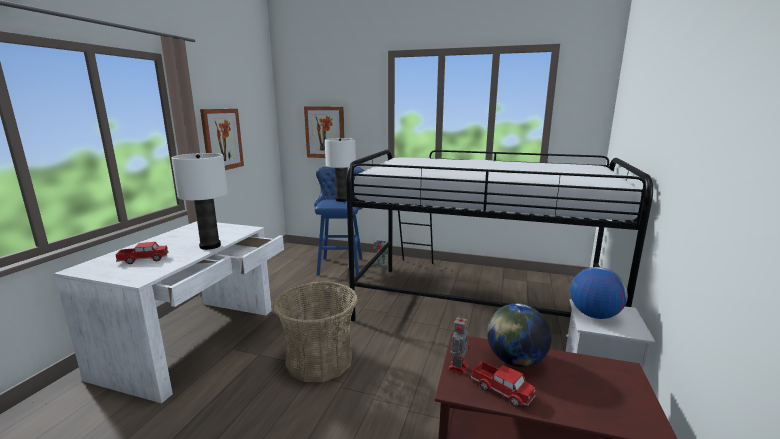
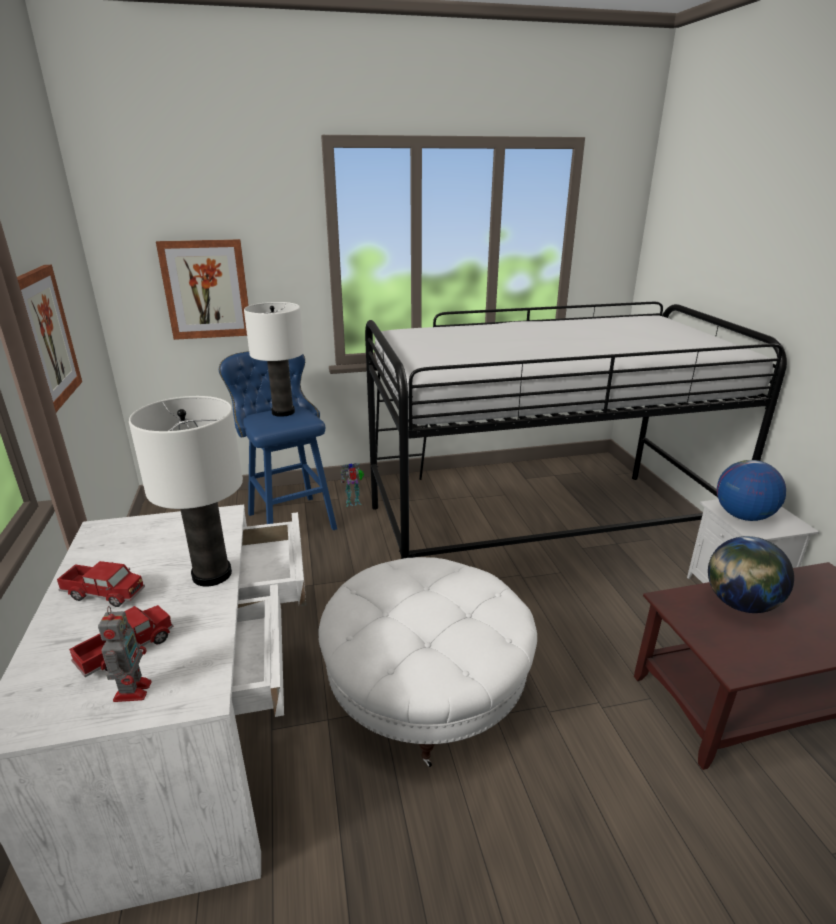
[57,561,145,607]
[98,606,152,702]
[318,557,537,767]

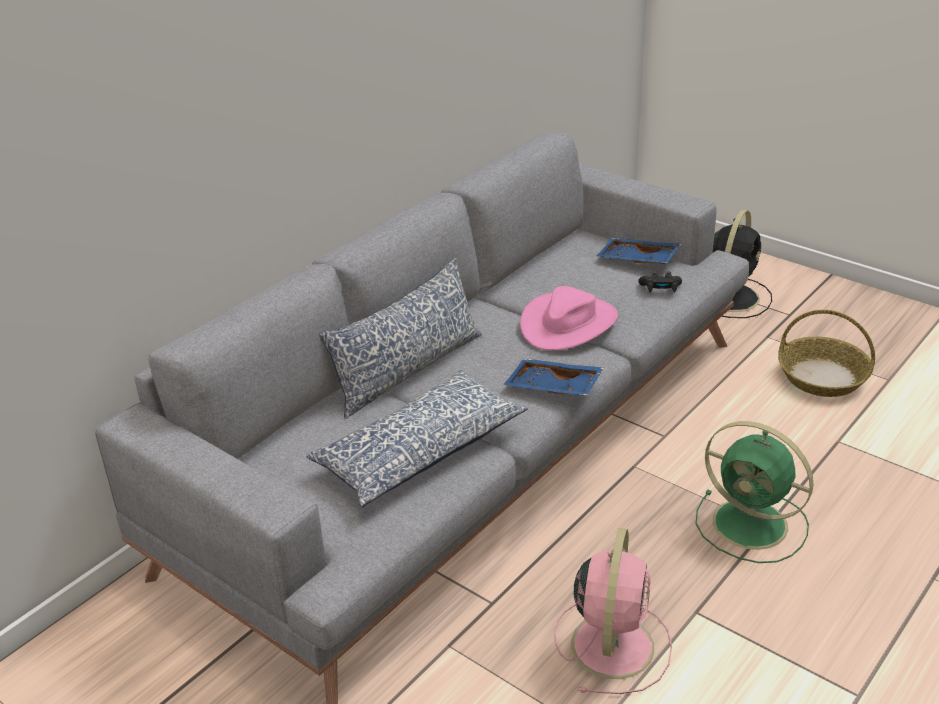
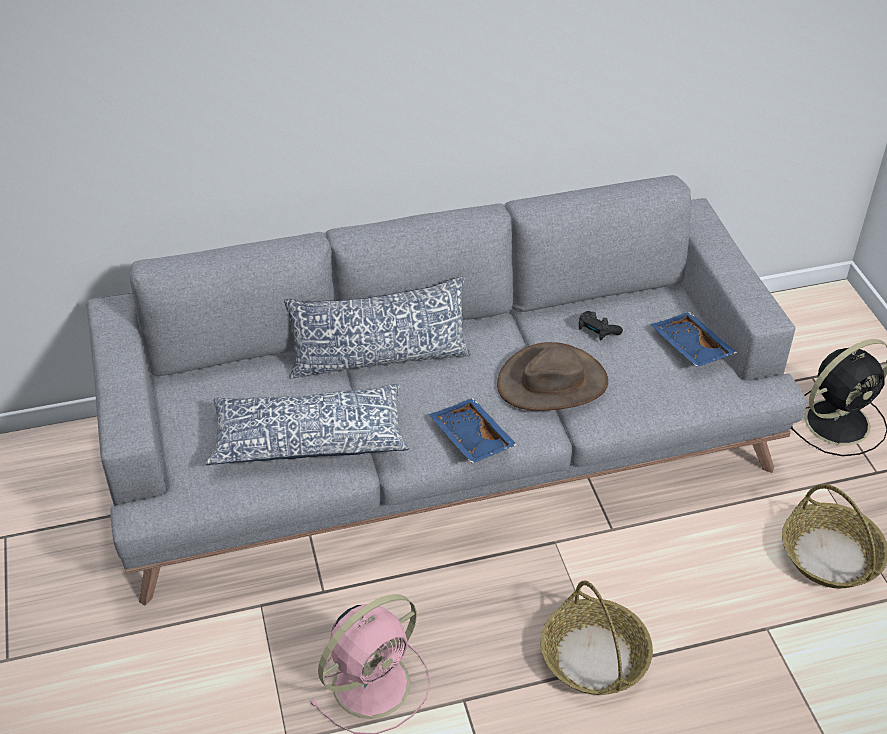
[497,342,608,411]
[541,581,653,695]
[579,311,623,340]

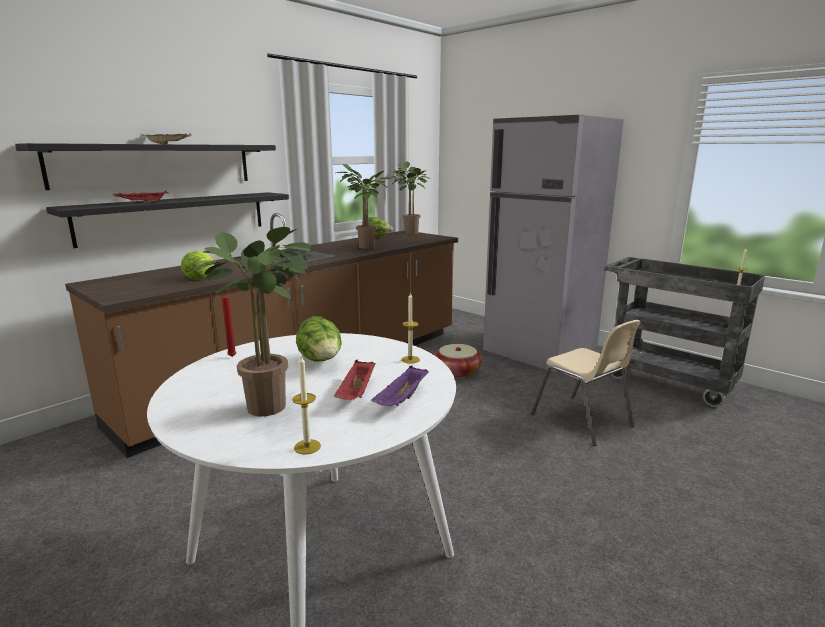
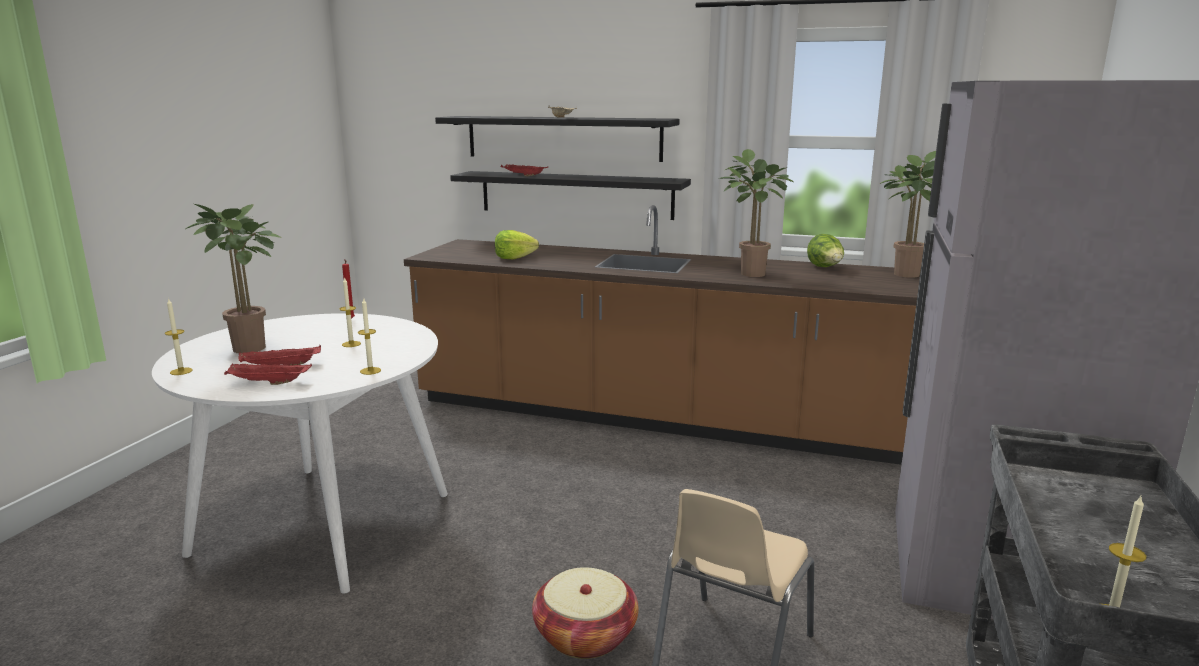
[224,363,312,385]
[340,277,361,347]
[532,567,639,659]

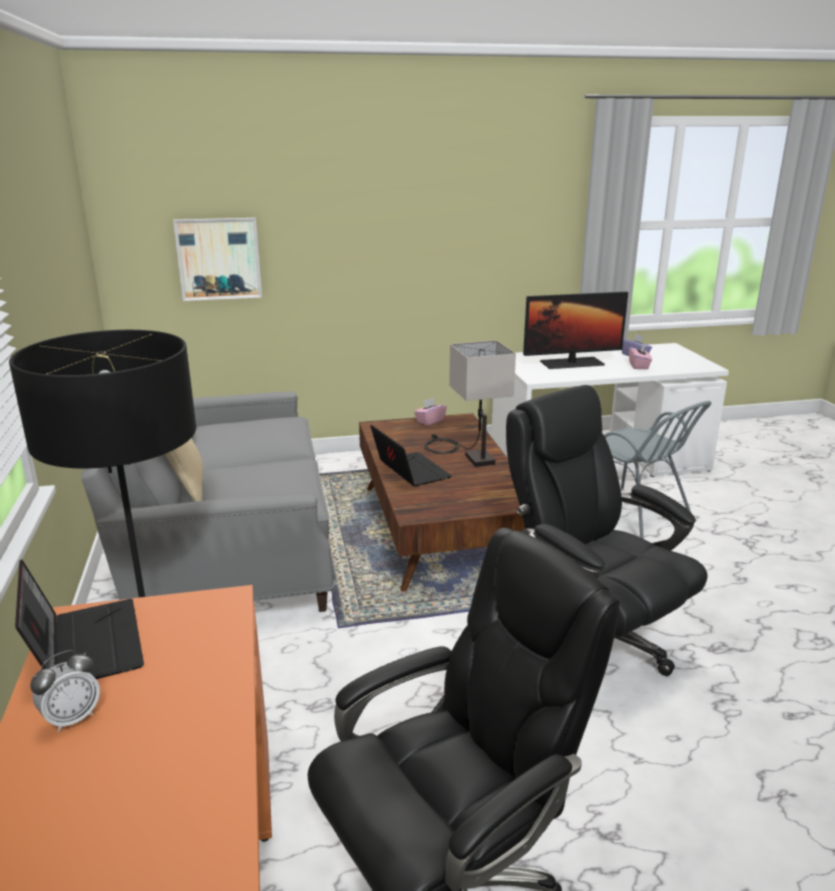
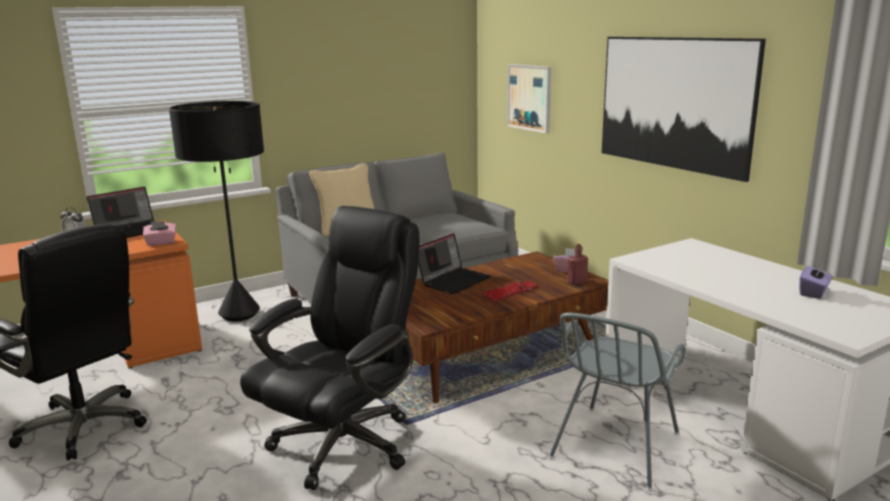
[143,221,176,246]
[481,280,539,302]
[567,244,588,285]
[602,37,766,182]
[523,292,628,369] (first image)

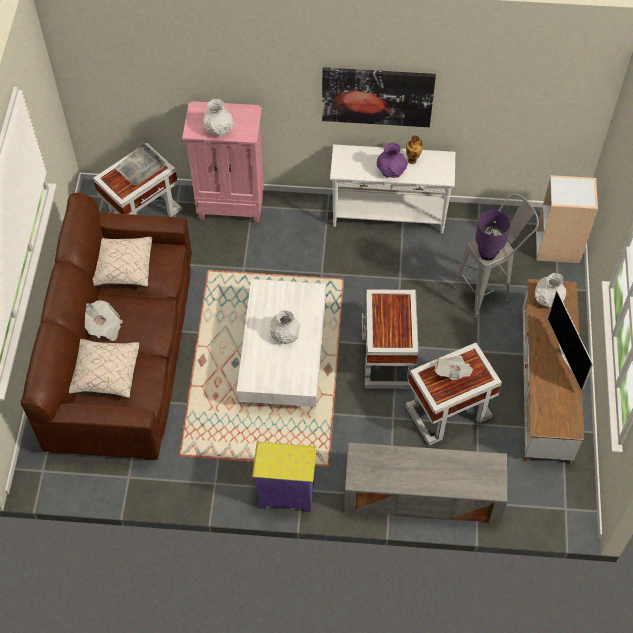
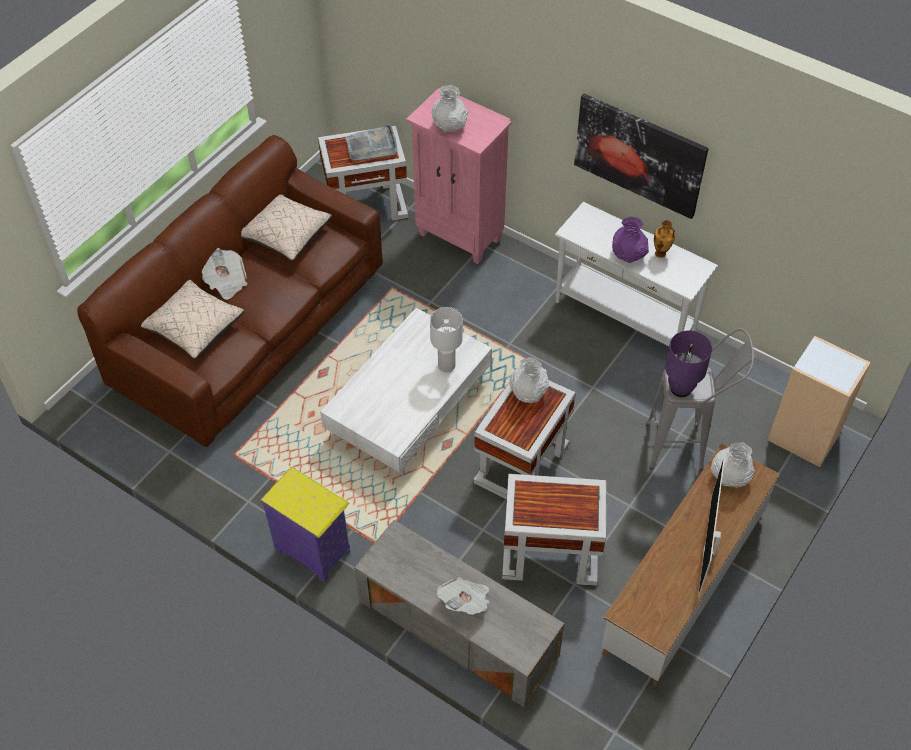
[430,307,463,372]
[437,577,489,615]
[509,357,549,403]

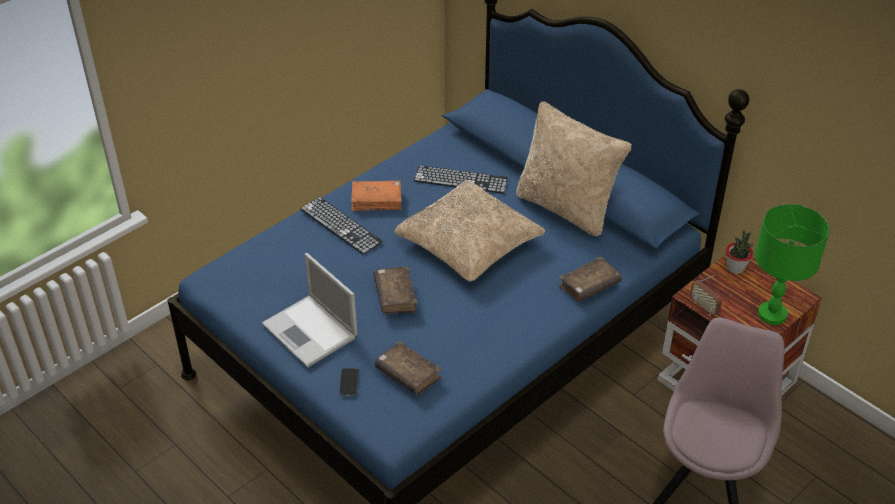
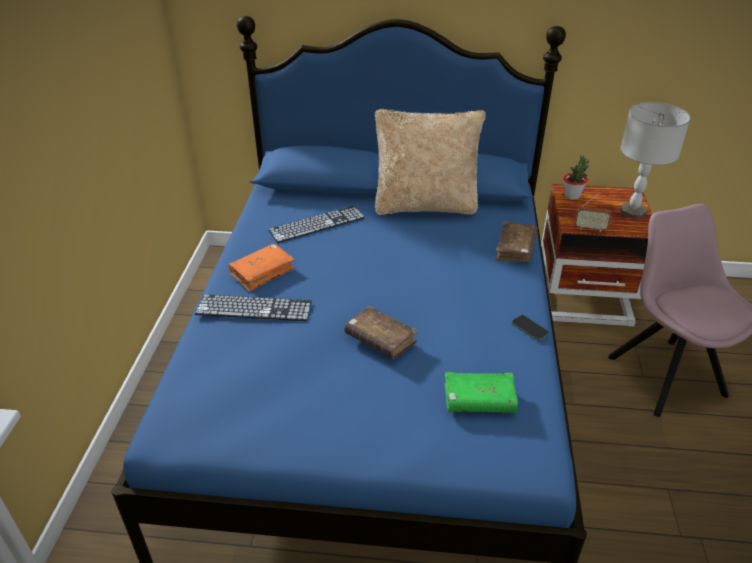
[444,372,518,413]
[511,315,550,341]
[620,102,690,219]
[262,253,357,367] (first image)
[394,180,545,281] (first image)

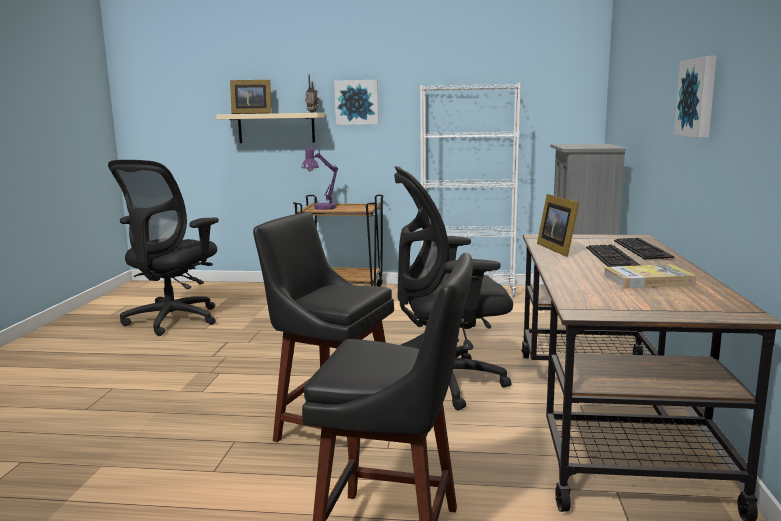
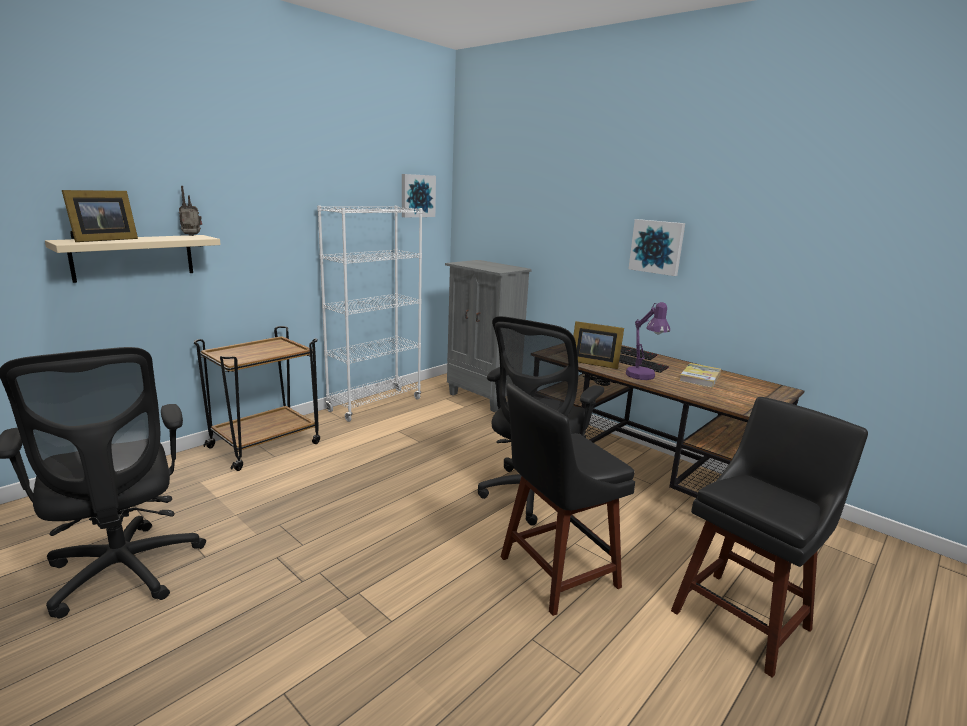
[402,174,436,217]
[626,302,670,380]

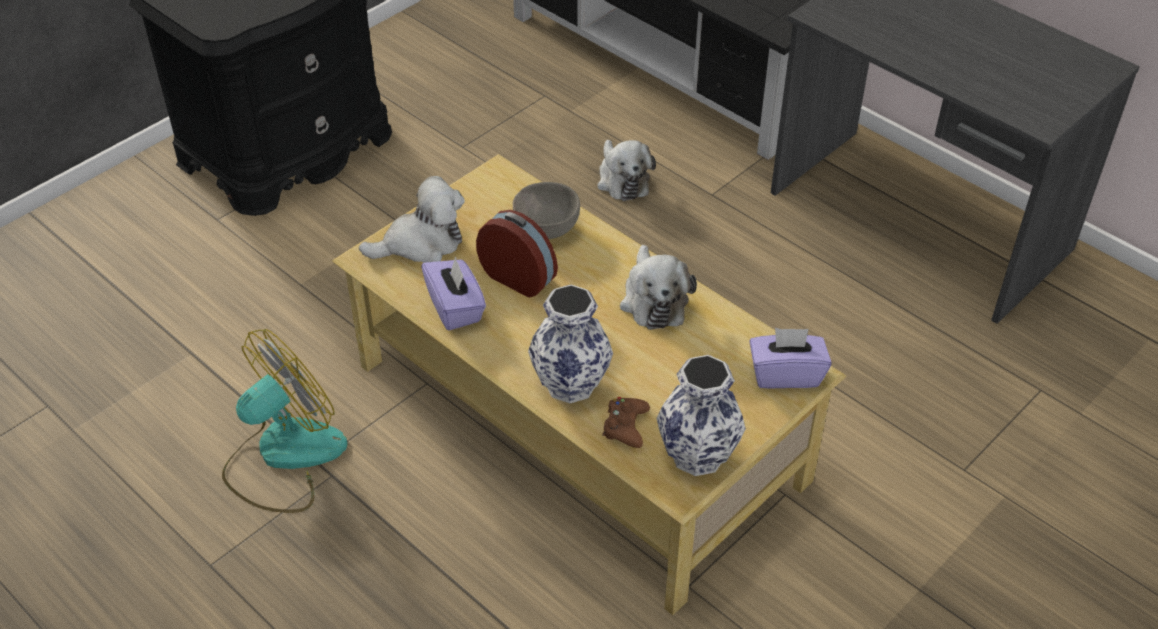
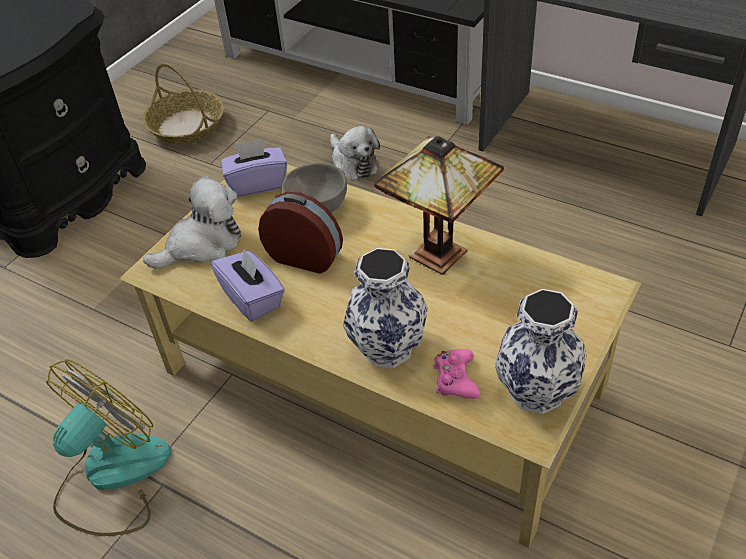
[142,63,224,144]
[221,139,287,197]
[374,136,504,275]
[433,349,480,399]

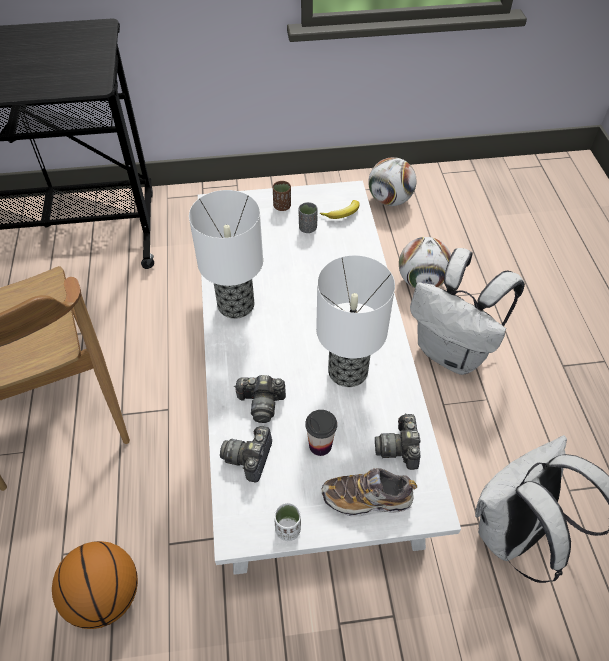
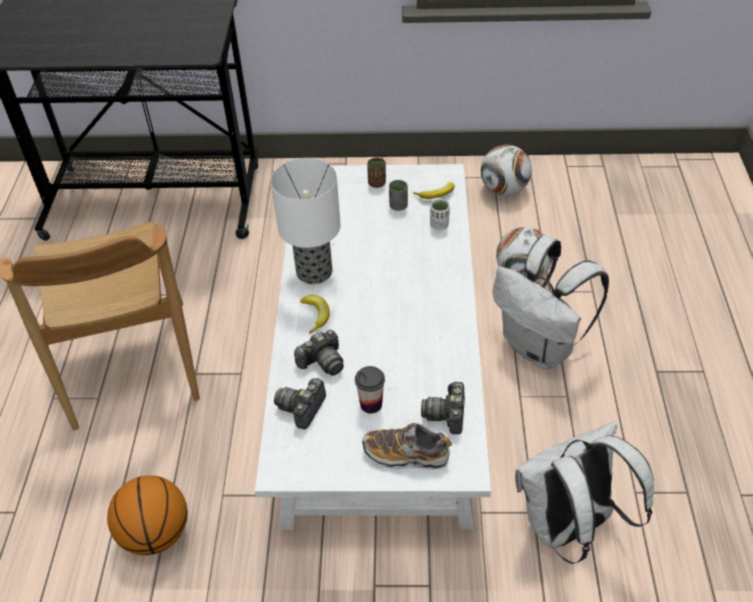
[294,330,344,376]
[300,295,330,334]
[430,199,450,230]
[316,255,395,387] (first image)

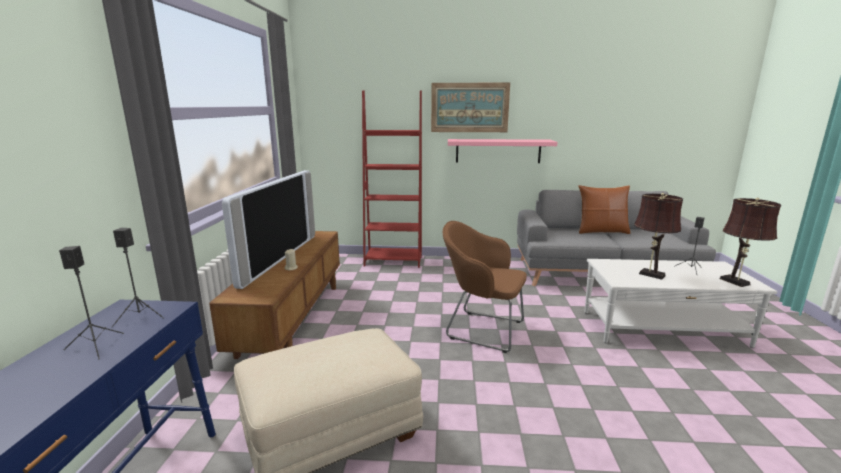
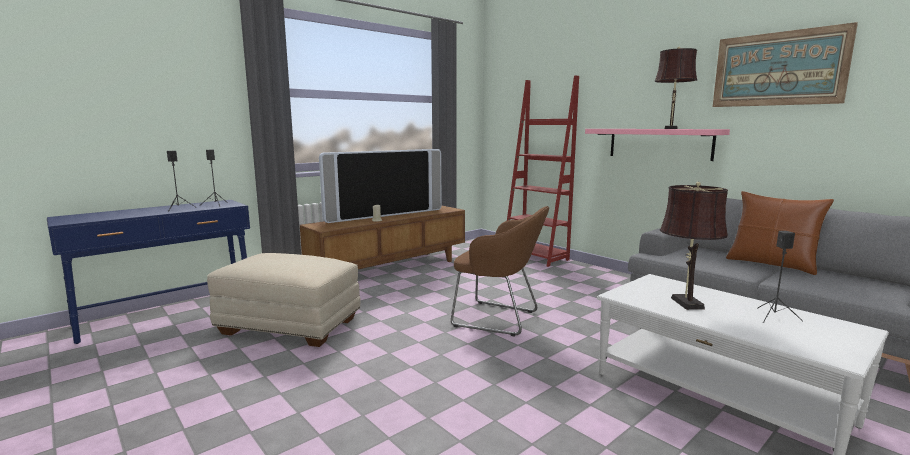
[451,206,549,336]
[654,47,697,129]
[713,22,858,107]

